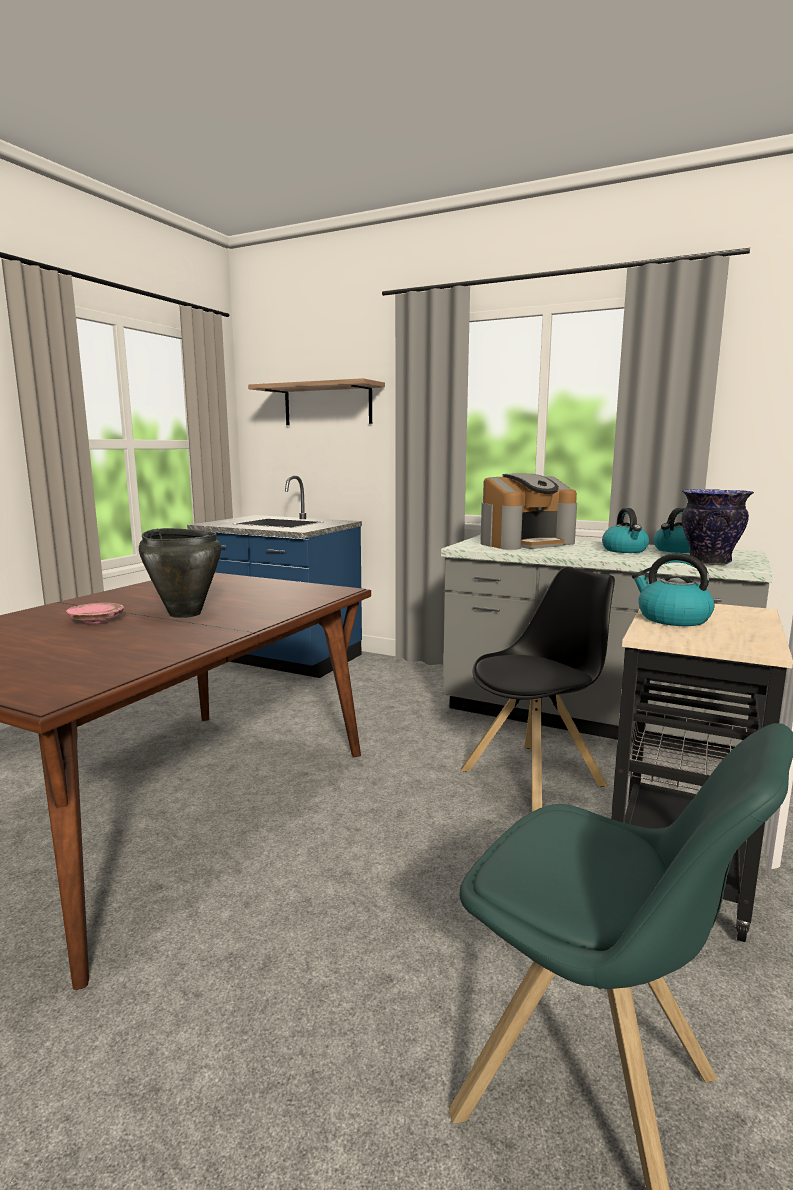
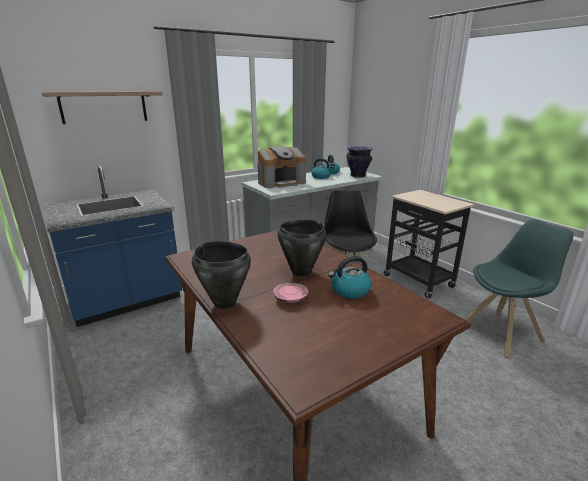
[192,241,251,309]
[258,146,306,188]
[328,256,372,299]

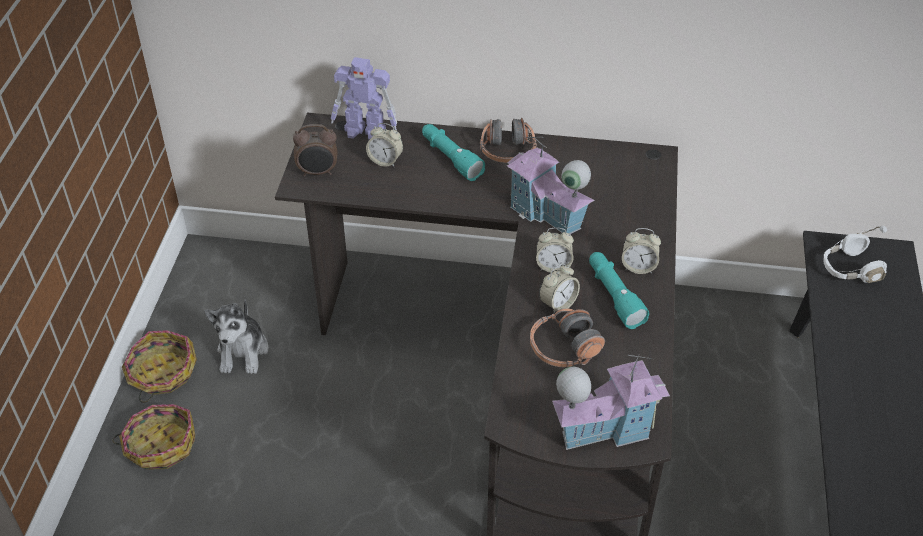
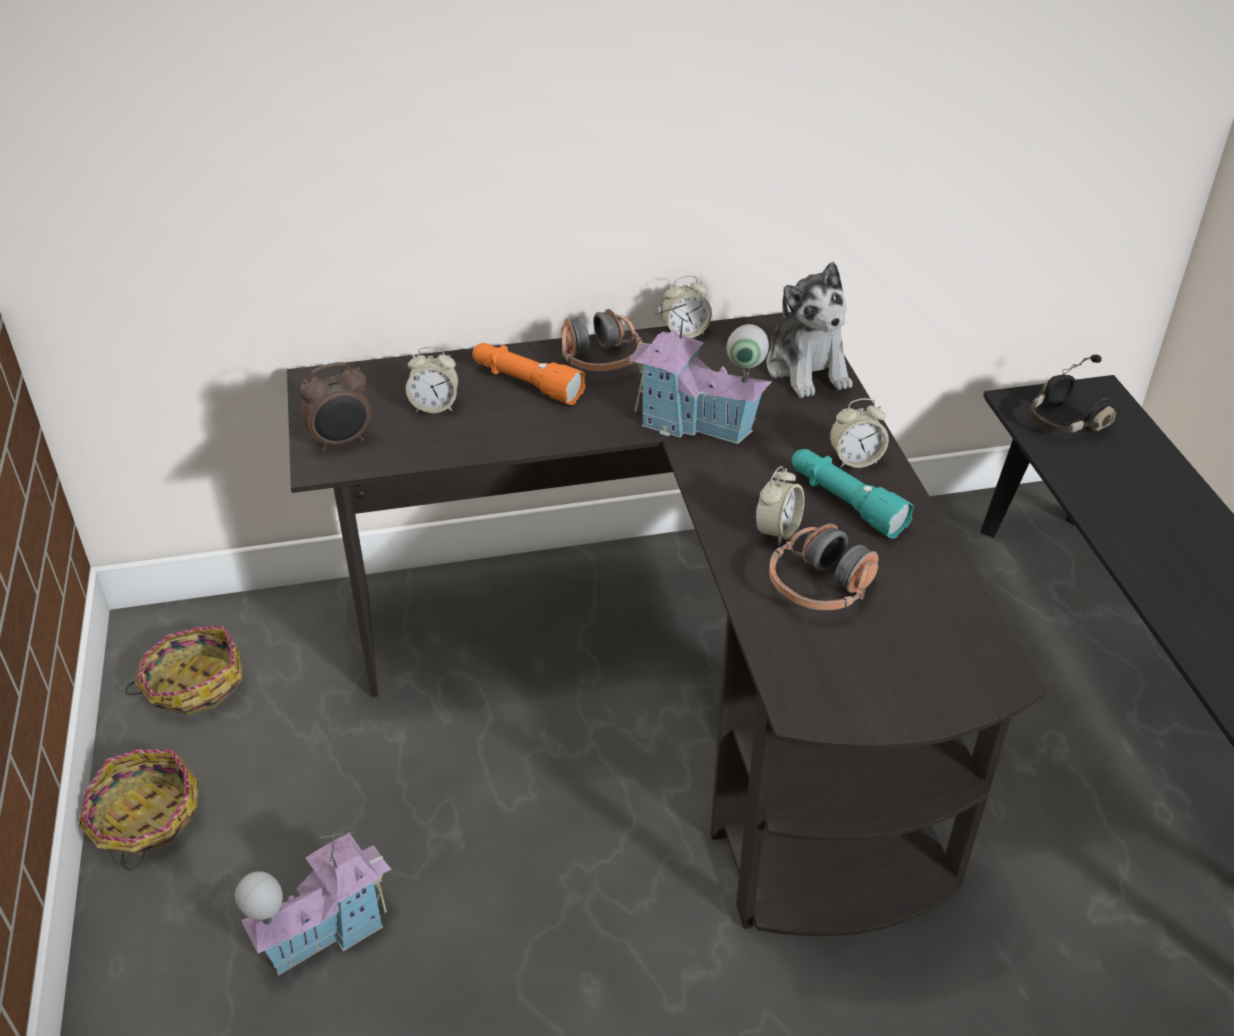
[125,626,243,715]
[235,832,392,976]
[472,343,585,405]
[661,275,712,338]
[766,262,853,398]
[1030,355,1116,433]
[331,57,397,141] (first image)

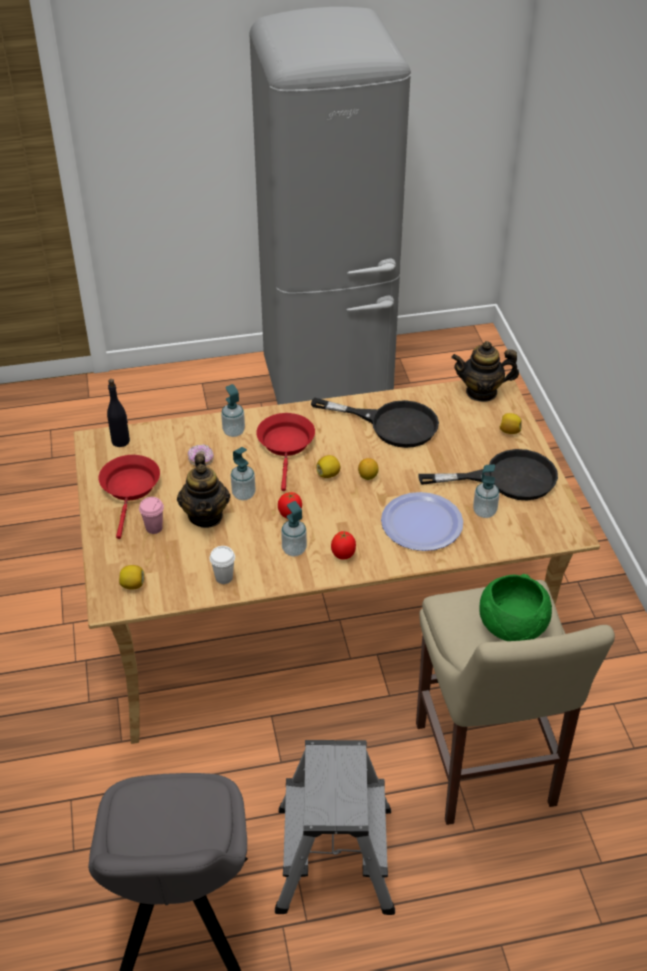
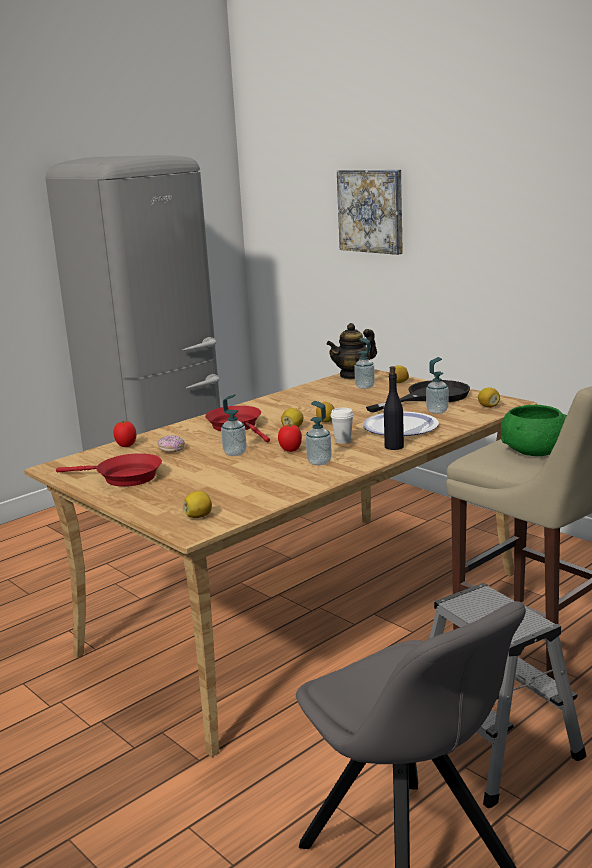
[56,453,162,487]
[113,421,136,447]
[331,408,354,444]
[337,170,403,255]
[354,338,375,389]
[384,366,404,450]
[478,387,500,408]
[139,497,164,534] (first image)
[177,454,230,528] (first image)
[311,398,439,448] (first image)

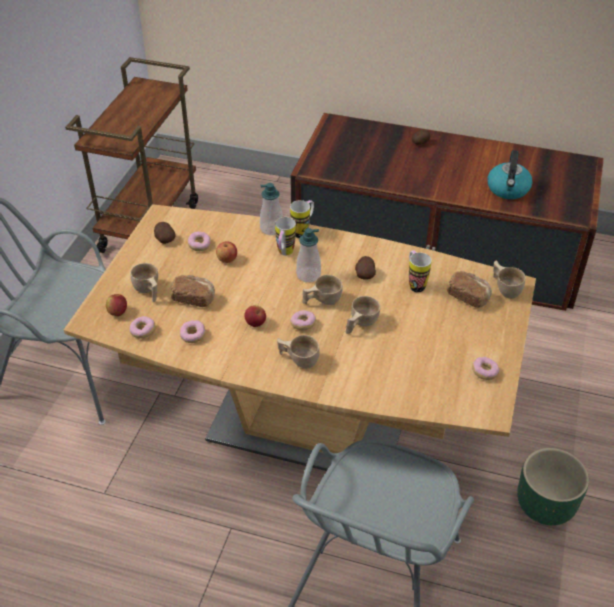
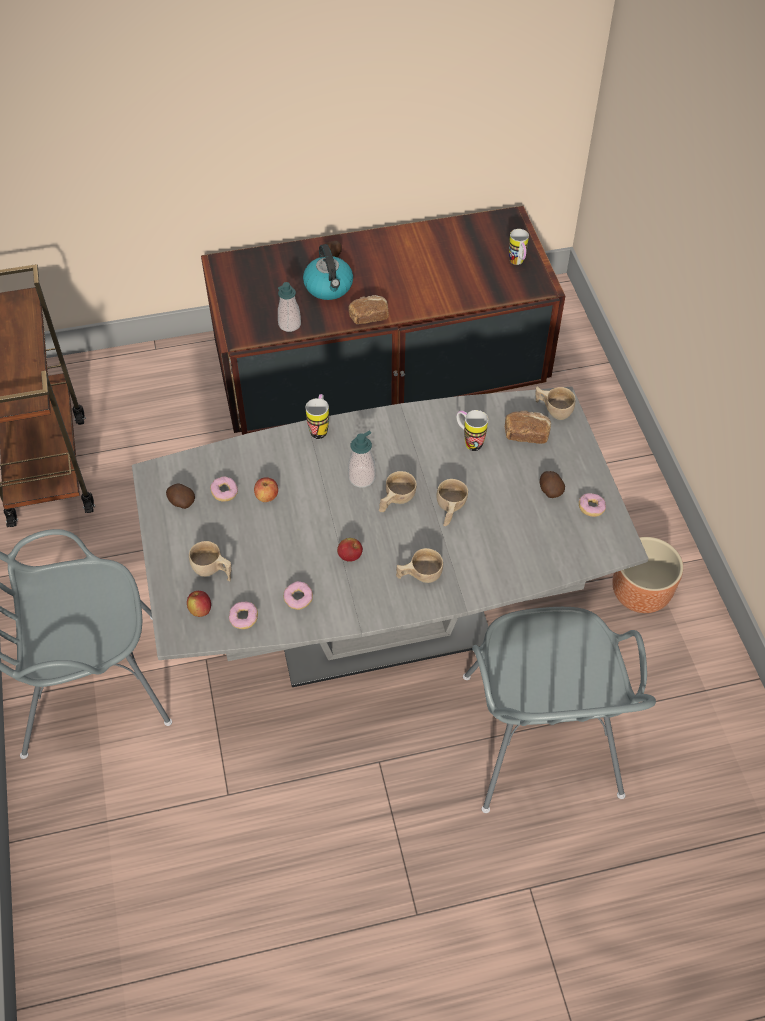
[132,386,648,687]
[278,282,301,332]
[303,244,353,300]
[348,295,389,324]
[509,229,529,265]
[540,471,565,498]
[612,537,683,613]
[290,310,316,330] (first image)

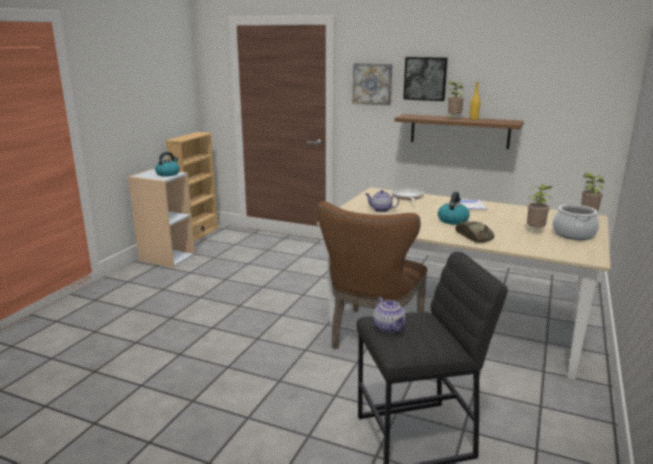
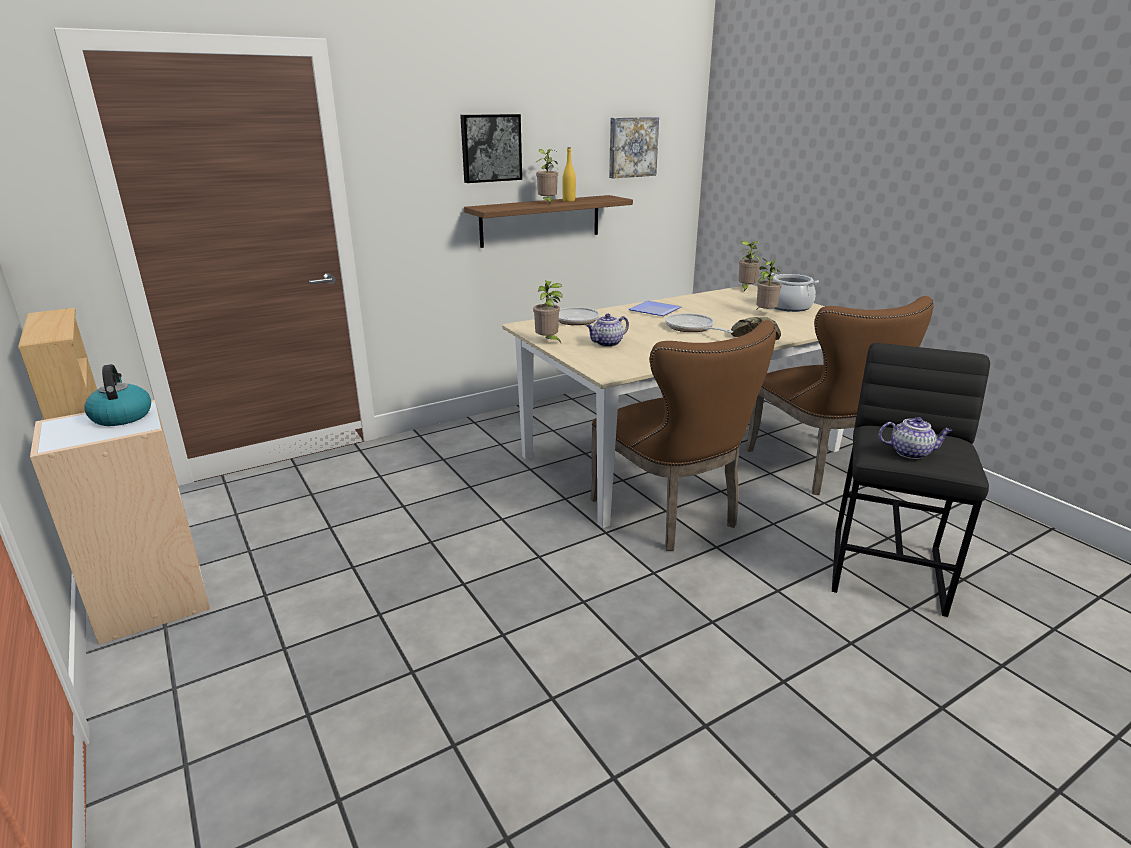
[533,281,563,343]
[609,117,659,178]
[665,313,733,333]
[746,296,934,495]

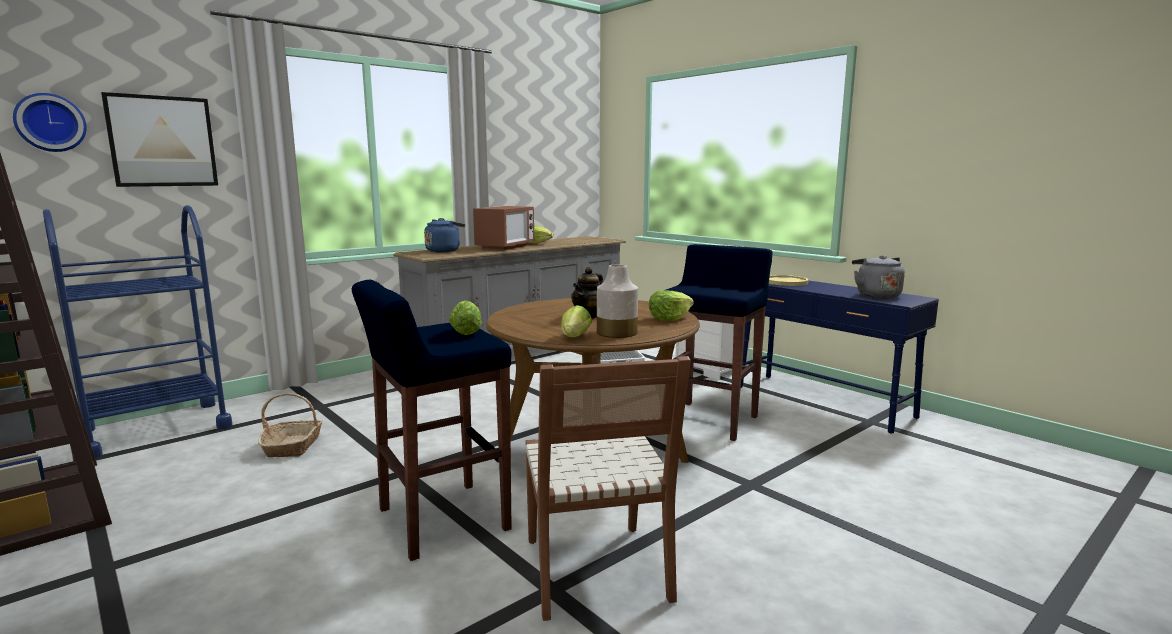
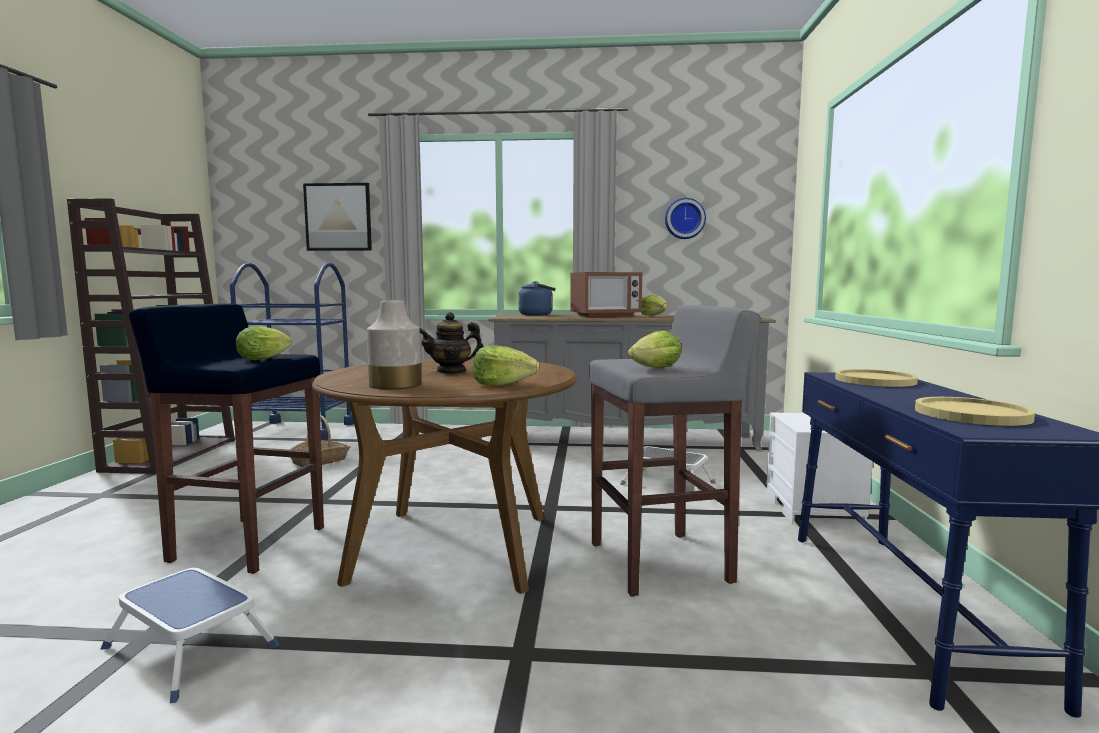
[100,568,279,703]
[589,305,760,597]
[628,331,682,368]
[665,198,706,239]
[915,397,1035,426]

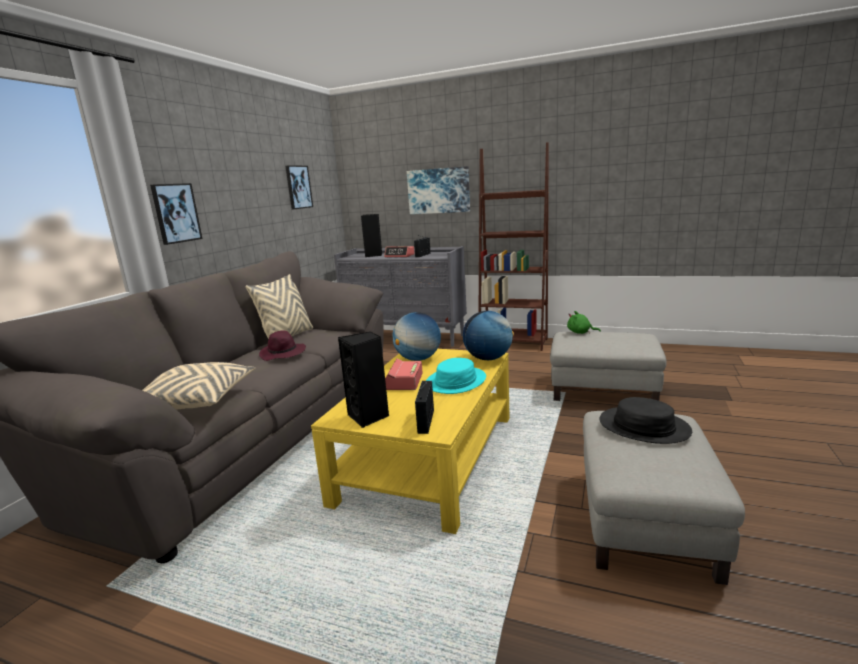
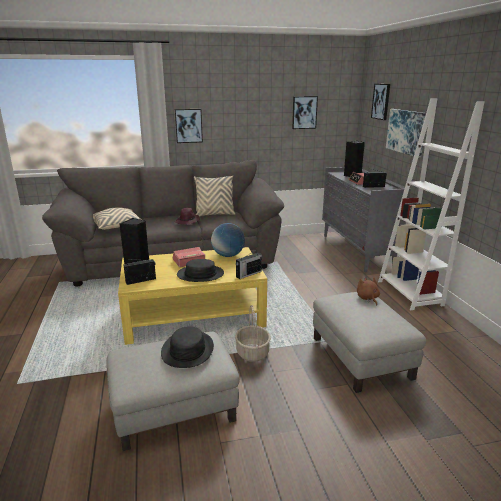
[177,259,224,282]
[235,305,271,362]
[236,250,262,279]
[357,277,380,306]
[371,84,390,120]
[378,98,484,310]

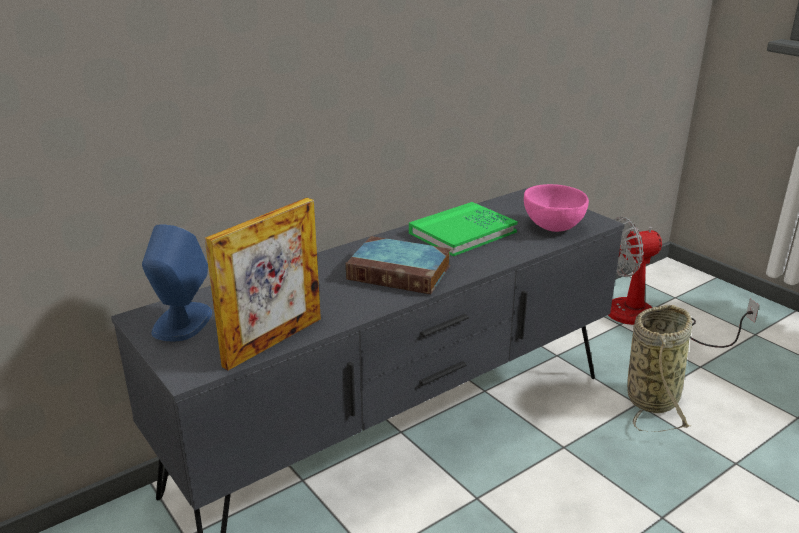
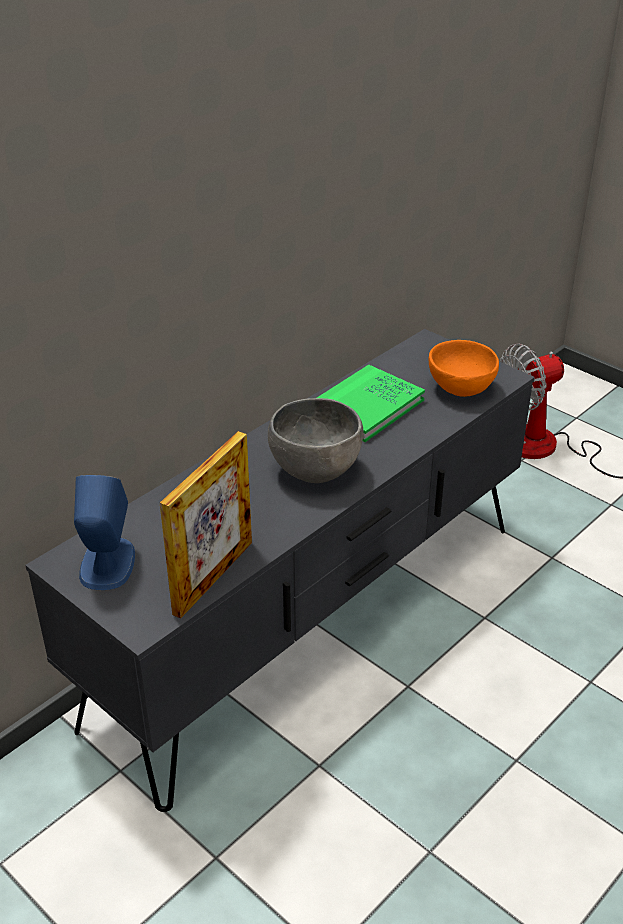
[268,398,363,483]
[429,340,499,397]
[627,305,692,432] (first image)

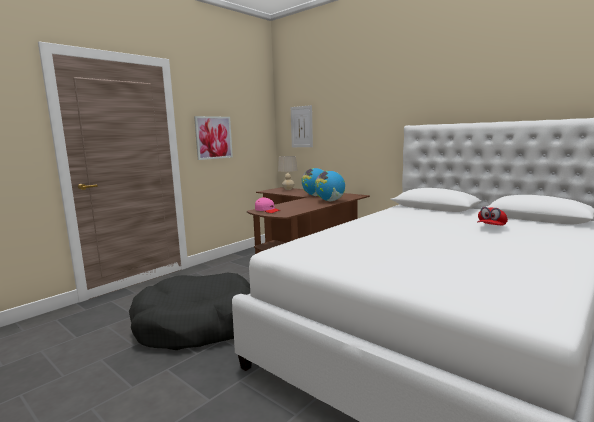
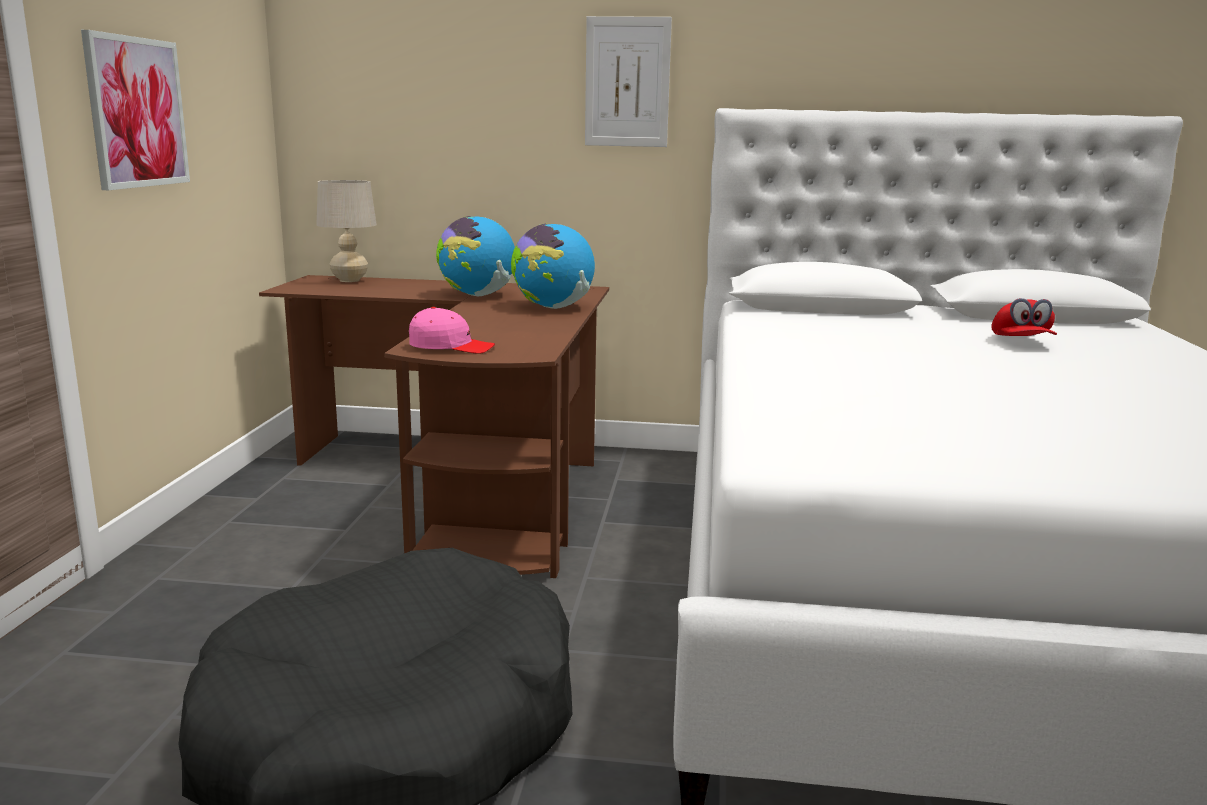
[585,16,672,147]

